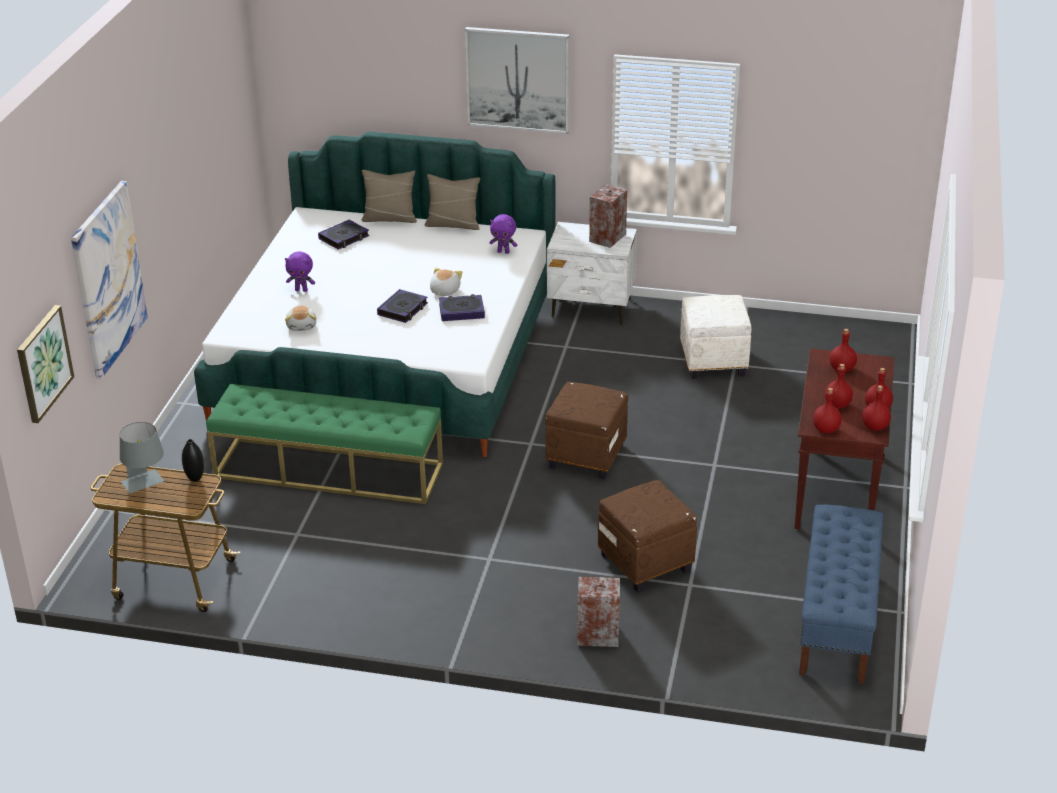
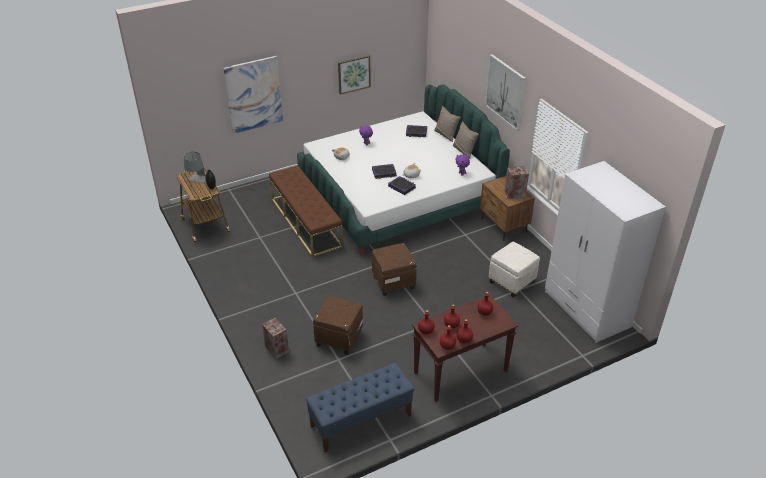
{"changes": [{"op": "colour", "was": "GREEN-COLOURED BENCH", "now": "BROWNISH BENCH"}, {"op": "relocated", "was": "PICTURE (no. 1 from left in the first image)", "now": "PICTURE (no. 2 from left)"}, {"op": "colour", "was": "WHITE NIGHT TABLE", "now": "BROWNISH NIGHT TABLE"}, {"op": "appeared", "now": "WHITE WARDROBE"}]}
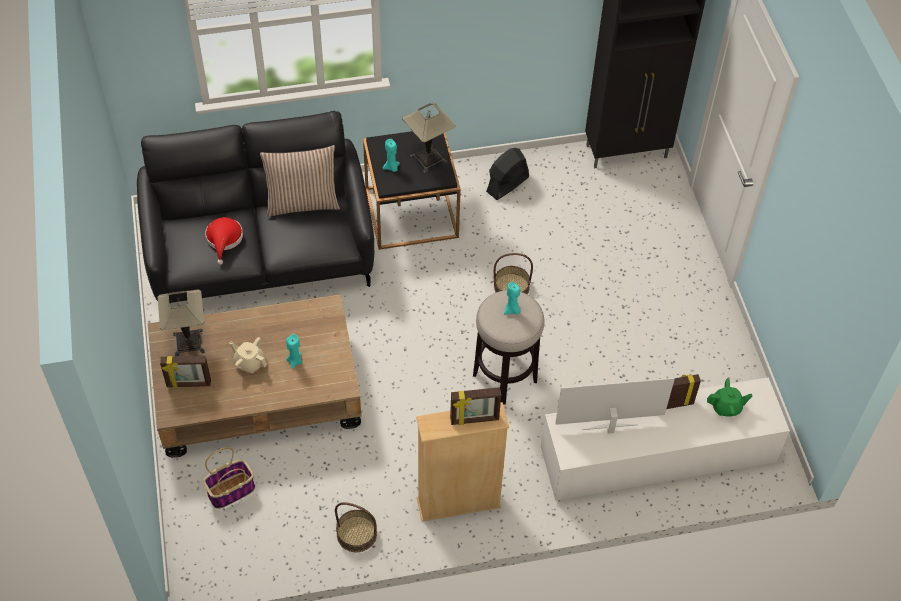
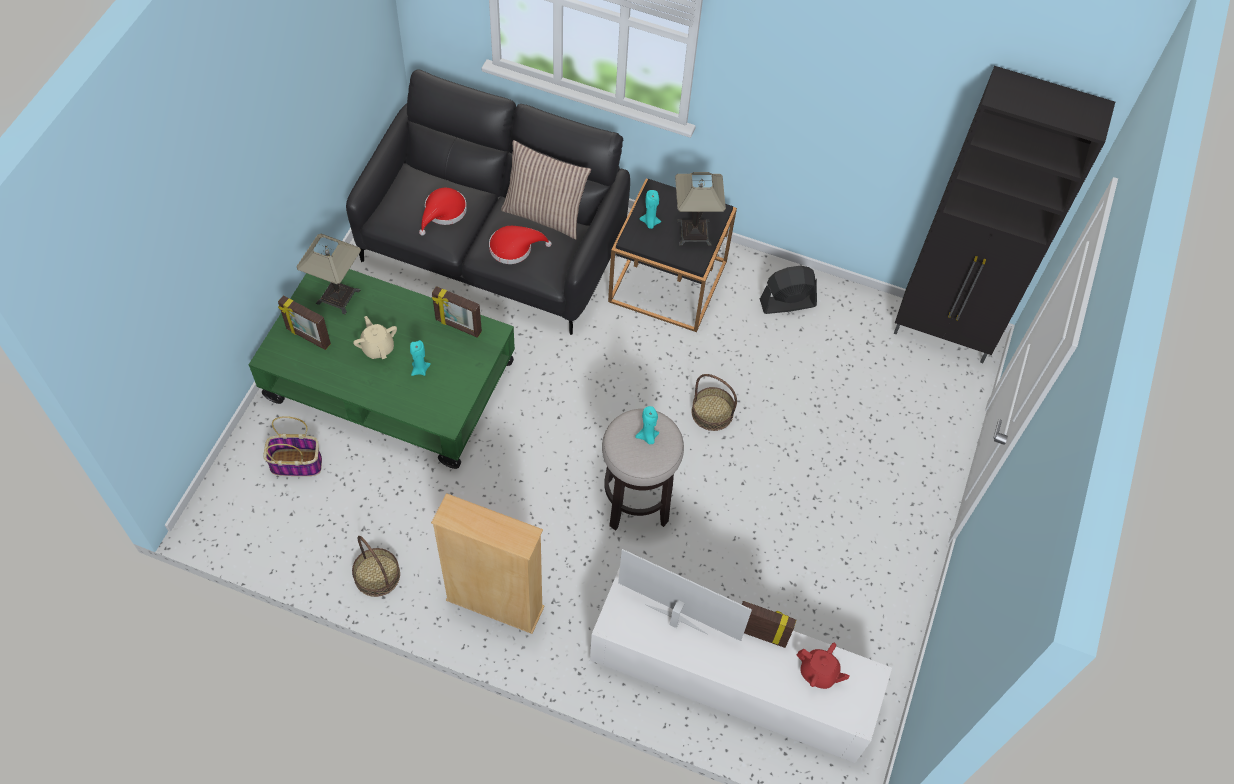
{"changes": [{"op": "colour", "was": "BROWNISH COFFEE TABLE", "now": "GREEN-COLOURED COFFEE TABLE"}, {"op": "relocated", "was": "PHOTO FRAME (no. 2 from left)"}, {"op": "appeared", "now": "RED-COLOURED HAT (no. 2 from left)"}, {"op": "colour", "was": "GREEN-COLOURED TEAPOT", "now": "RED-COLOURED TEAPOT"}]}
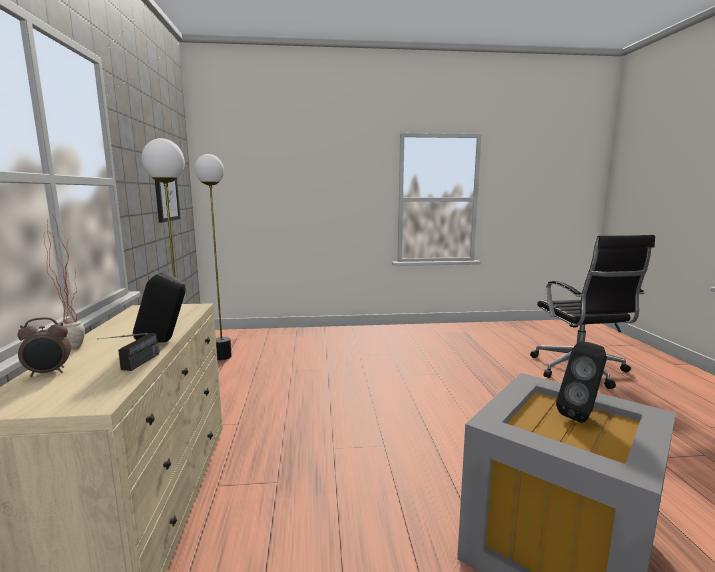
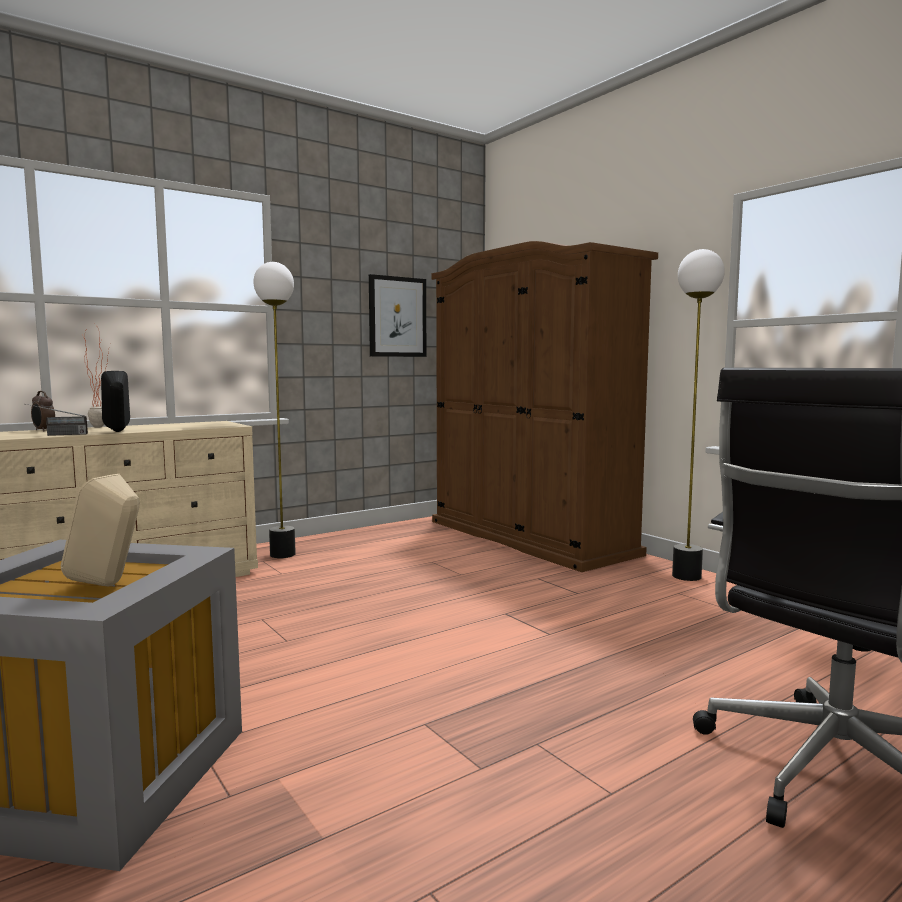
{"changes": [{"op": "colour", "was": "BLACK LOUDSPEAKER (no. 2 from left)", "now": "BEIGE LOUDSPEAKER"}, {"op": "appeared", "now": "BROWNISH WARDROBE"}, {"op": "relocated", "was": "STANDARD LAMP (no. 2 from left)"}]}
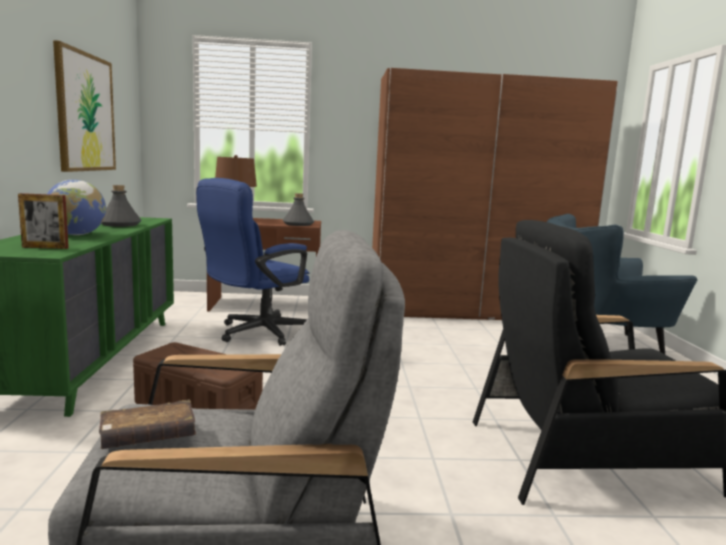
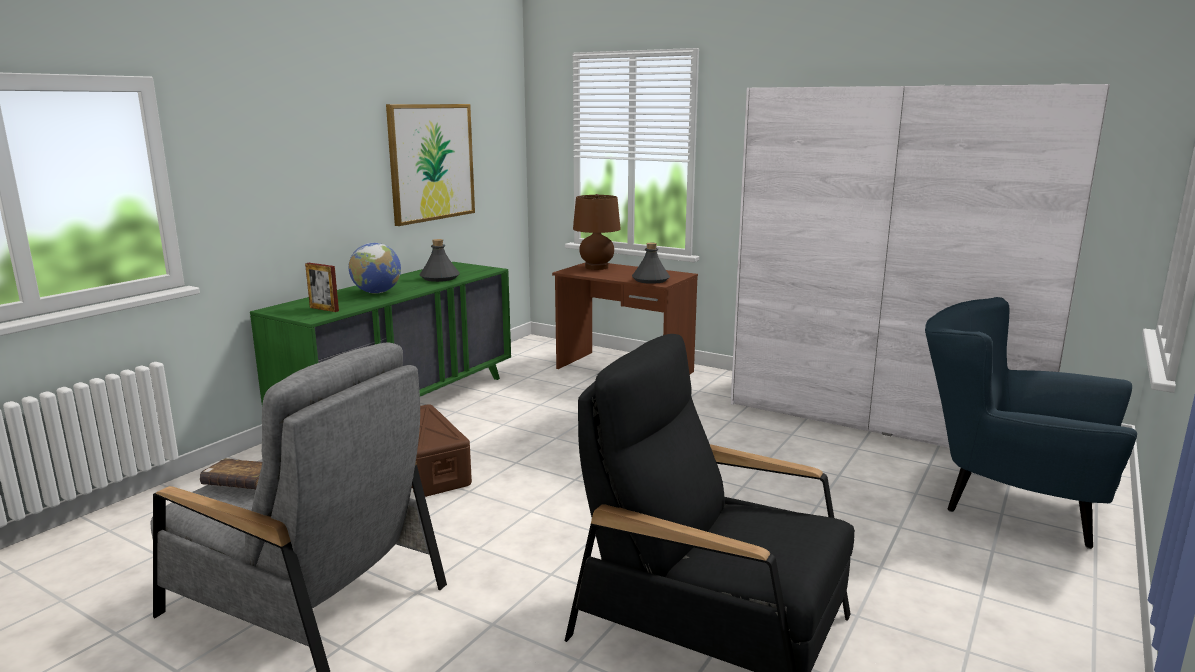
{"changes": [{"op": "colour", "was": "BROWNISH WARDROBE", "now": "WHITE WARDROBE"}, {"op": "missing", "was": "BLUE DESK CHAIR"}]}
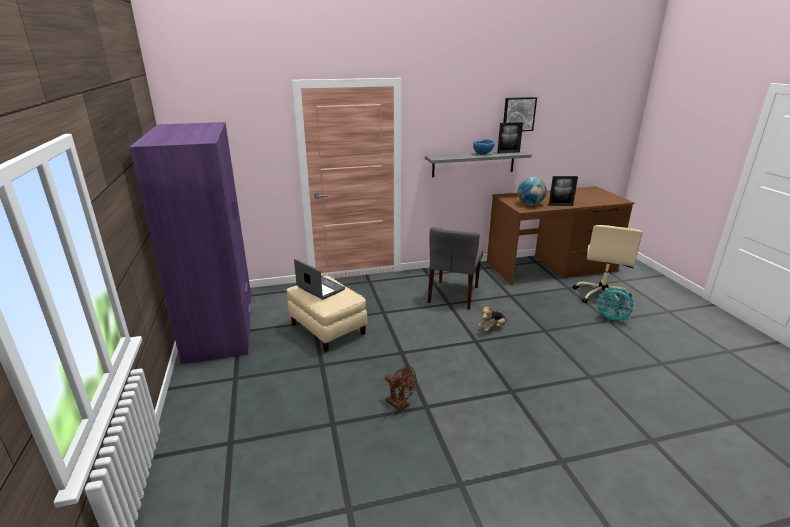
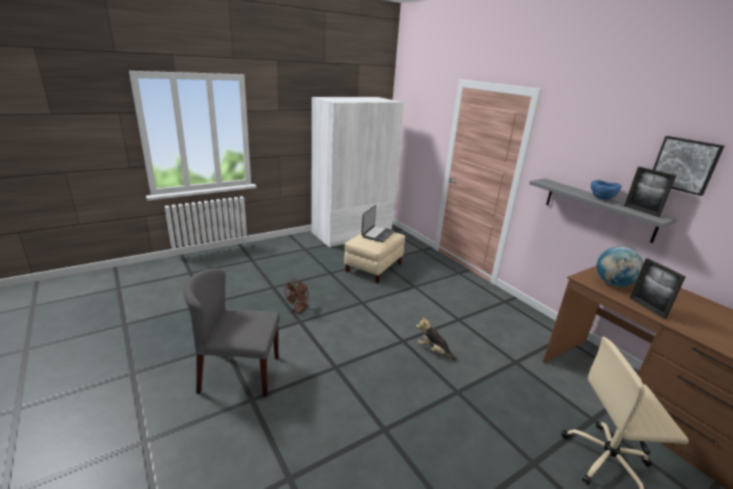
{"changes": [{"op": "relocated", "was": "GREYISH CHAIR"}, {"op": "colour", "was": "PURPLE WARDROBE", "now": "WHITE WARDROBE"}, {"op": "missing", "was": "BLUE-GREEN COOLING FAN"}]}
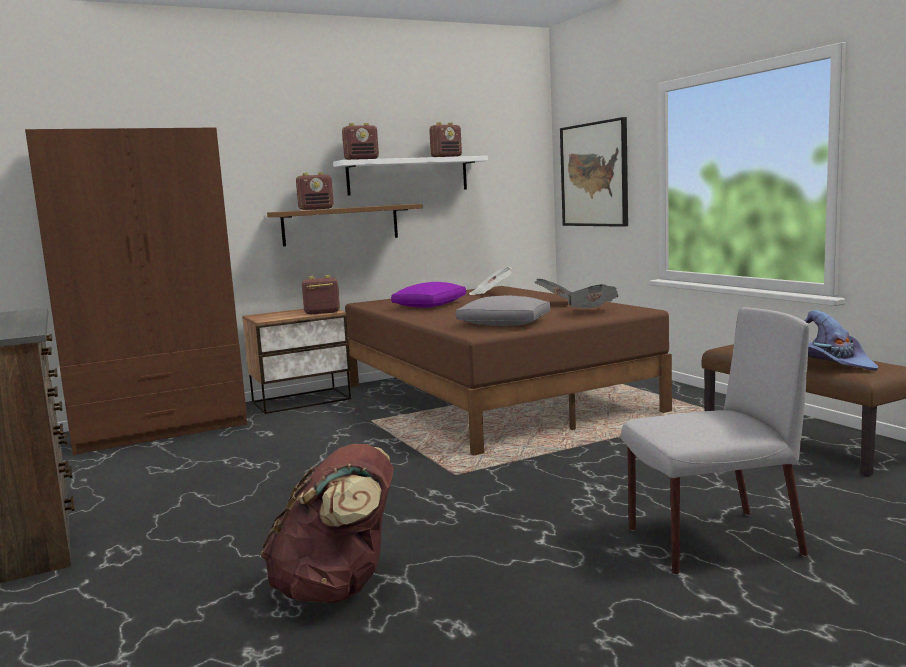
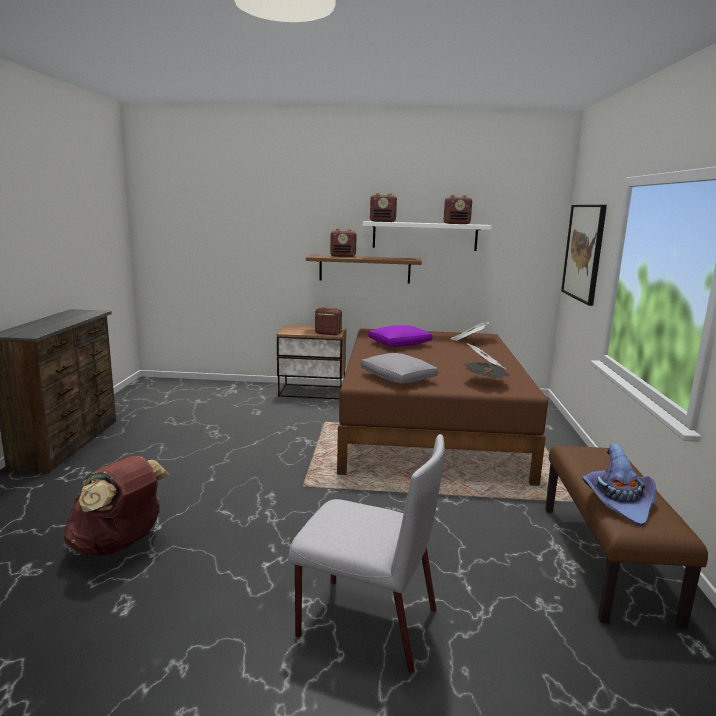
{"changes": [{"op": "missing", "was": "BROWNISH WARDROBE"}]}
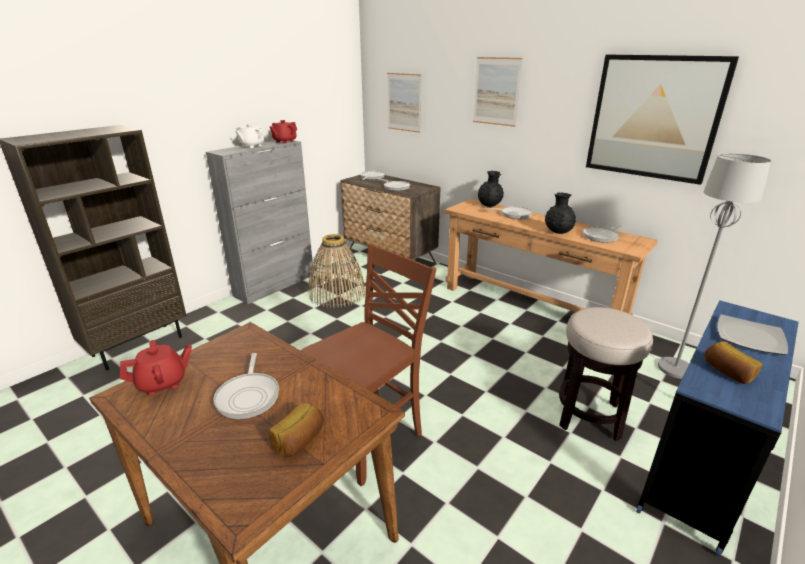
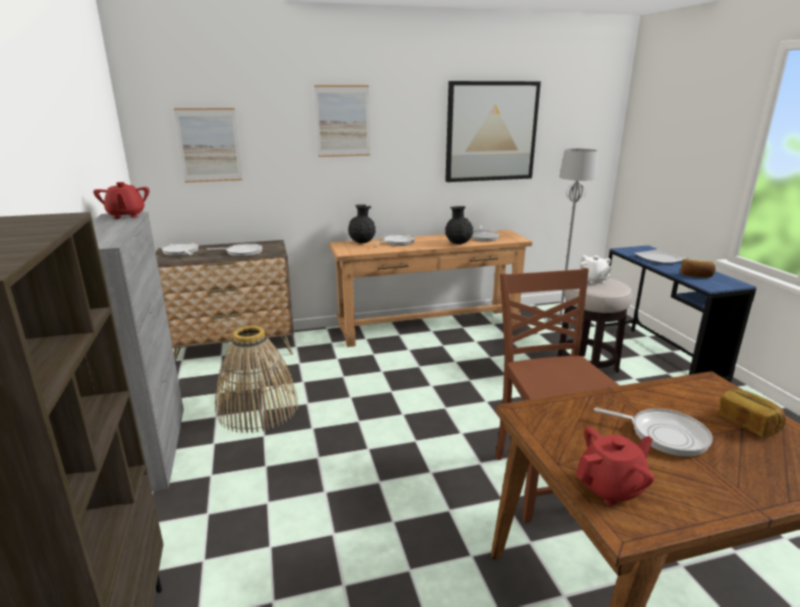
{"changes": [{"op": "spun", "was": "RED-COLOURED TEAPOT (no. 1 from left in the first image)", "clockwise": 60}, {"op": "relocated", "was": "WHITE TEAPOT"}]}
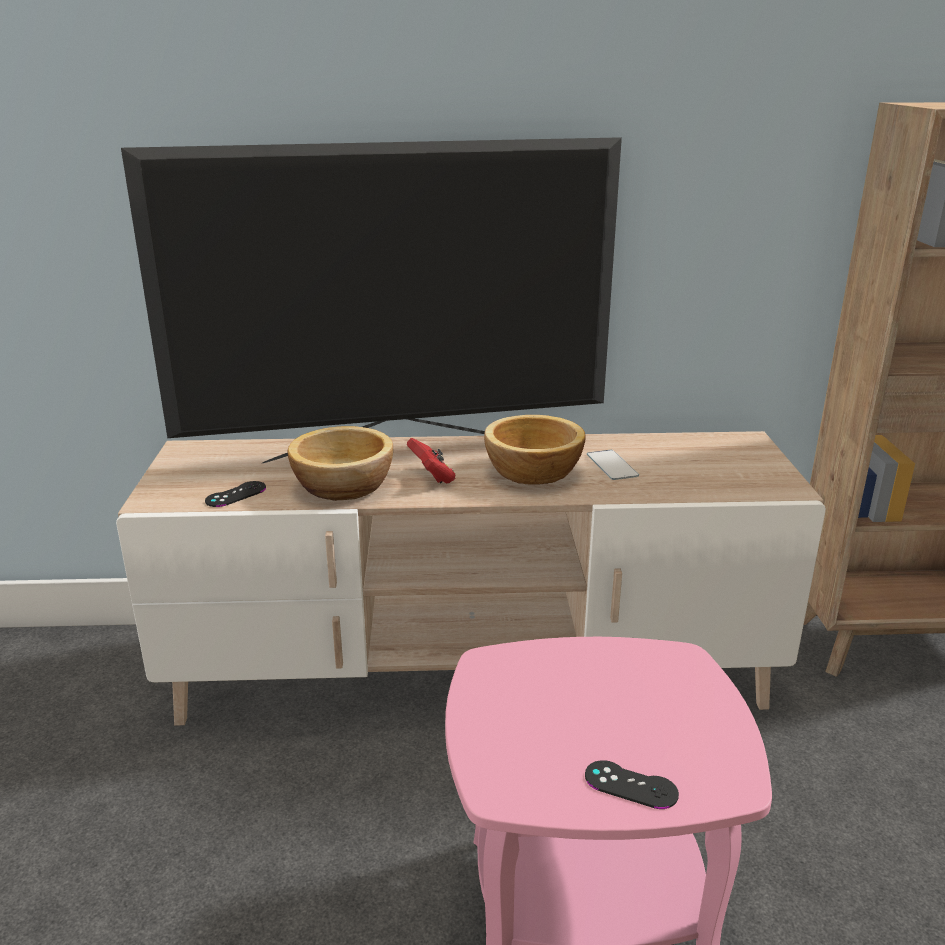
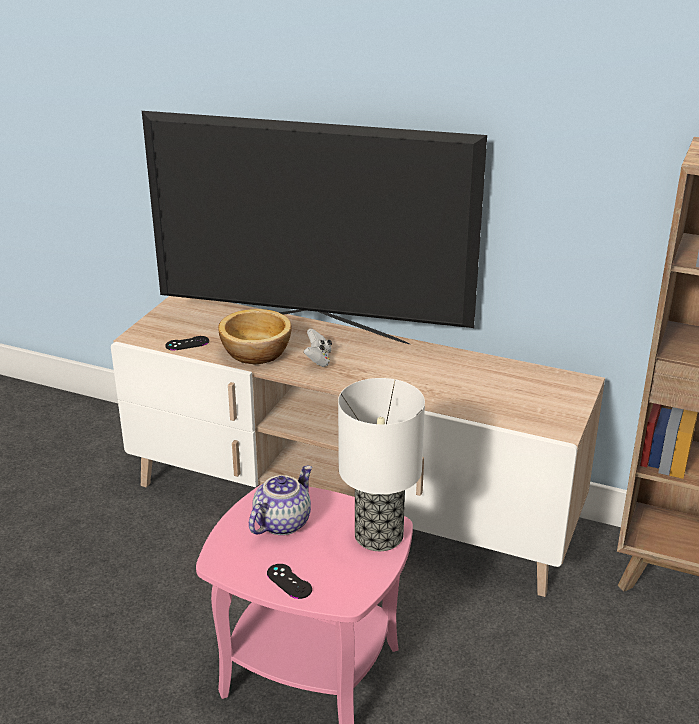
{"changes": [{"op": "appeared", "now": "TEAPOT"}, {"op": "colour", "was": "RED-COLOURED JOYPAD", "now": "WHITE JOYPAD"}, {"op": "appeared", "now": "TABLETOP LAMP"}, {"op": "missing", "was": "DEEP DISH (no. 2 from left)"}, {"op": "missing", "was": "TELEPHONE"}]}
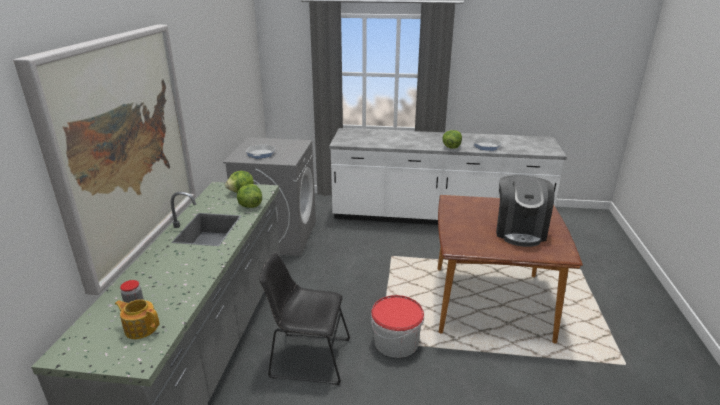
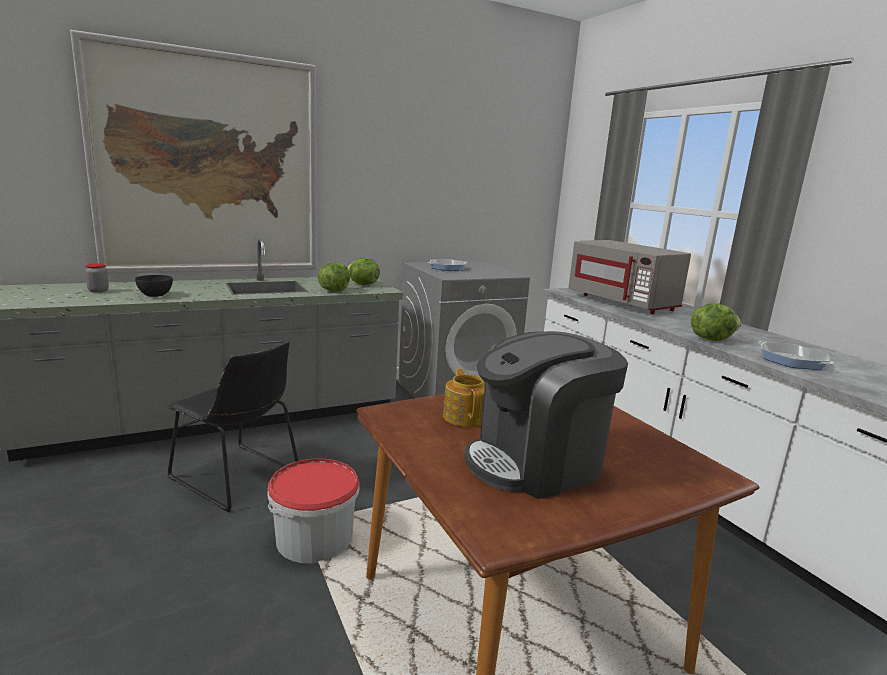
{"changes": [{"op": "appeared", "now": "BLACK DEEP DISH"}, {"op": "spun", "was": "BLACK CHAIR", "clockwise": 150}, {"op": "relocated", "was": "TEAPOT"}, {"op": "appeared", "now": "GREYISH MICROWAVE"}]}
